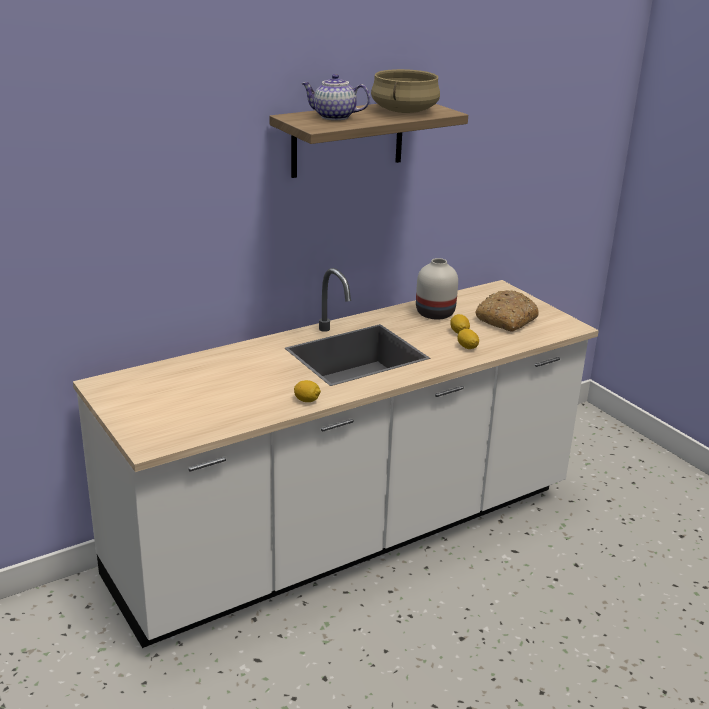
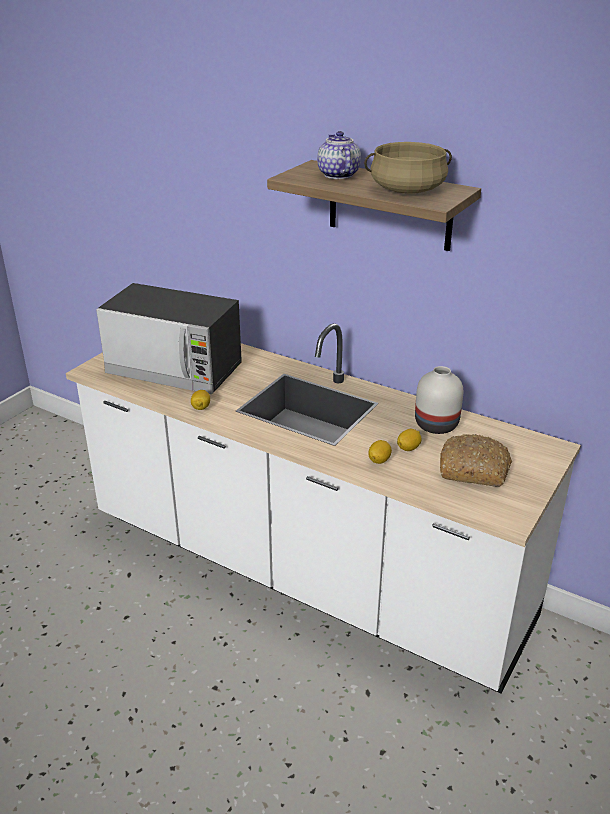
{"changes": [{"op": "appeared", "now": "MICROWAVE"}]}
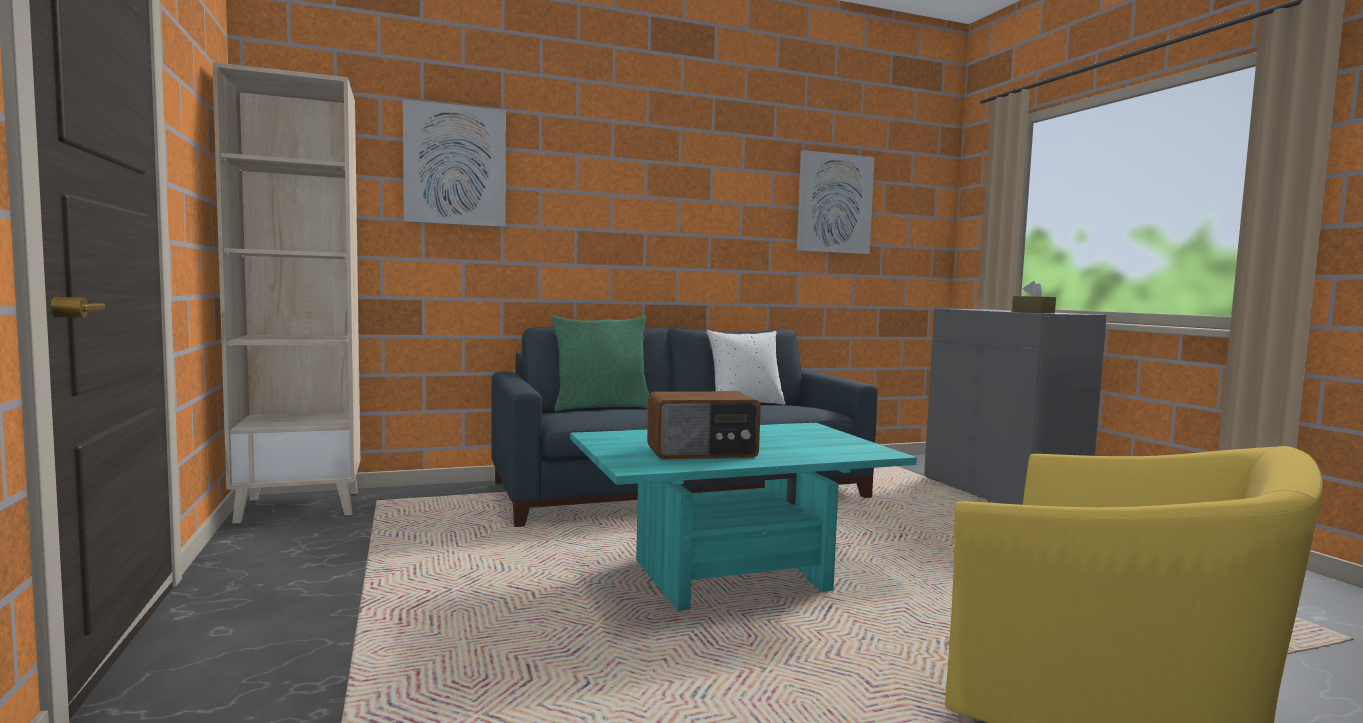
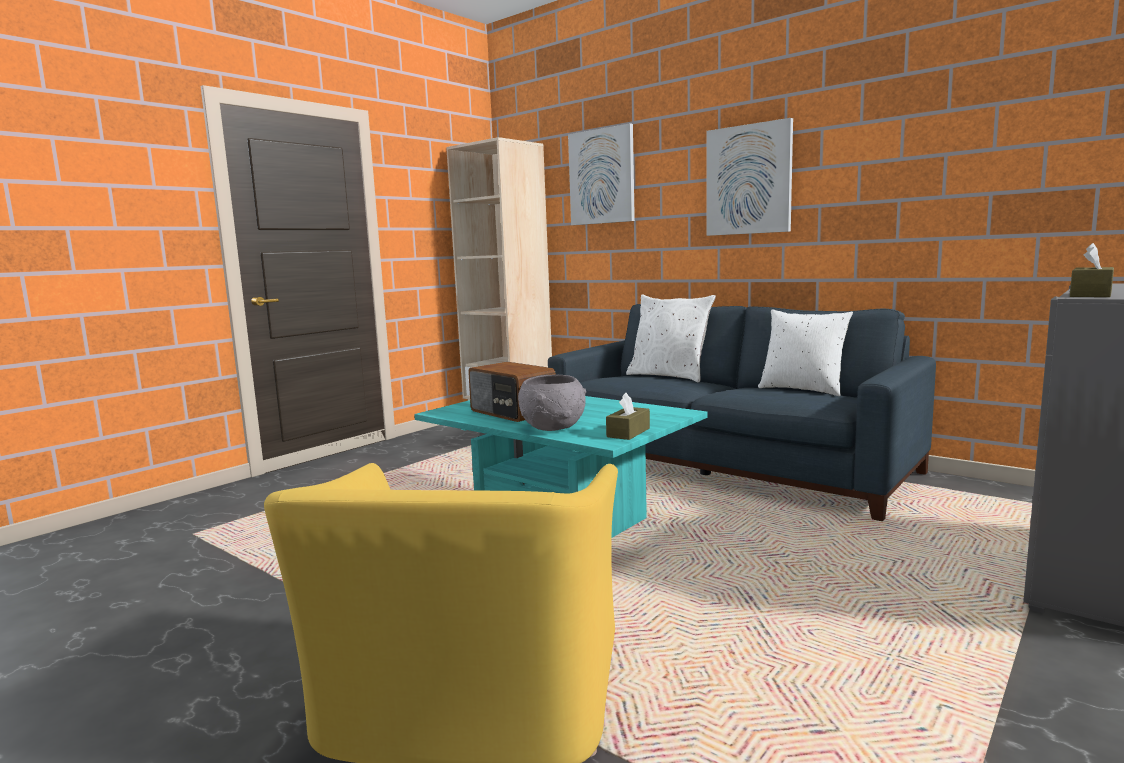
{"changes": [{"op": "appeared", "now": "GREYISH DEEP DISH"}, {"op": "appeared", "now": "BROWNISH TISSUE HOLDER (no. 1 from left)"}, {"op": "colour", "was": "GREEN-COLOURED CUSHION", "now": "WHITE CUSHION (no. 1 from left)"}, {"op": "relocated", "was": "PICTURE (no. 2 from left)"}]}
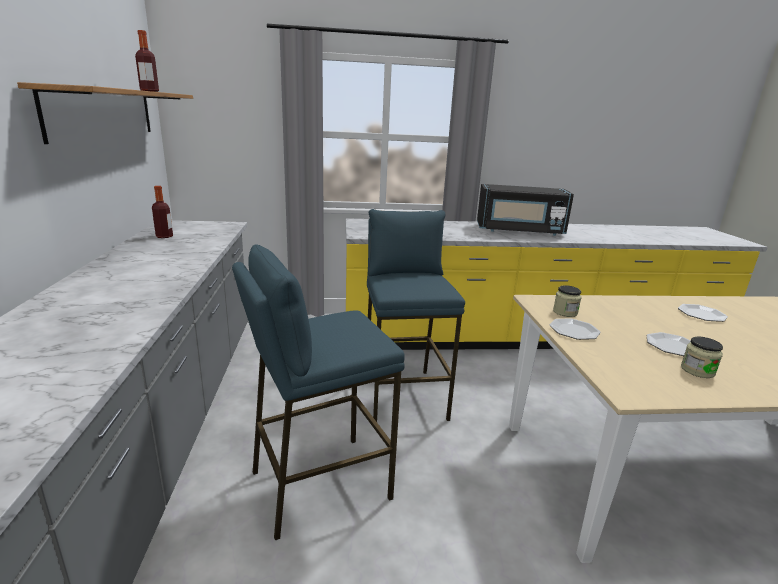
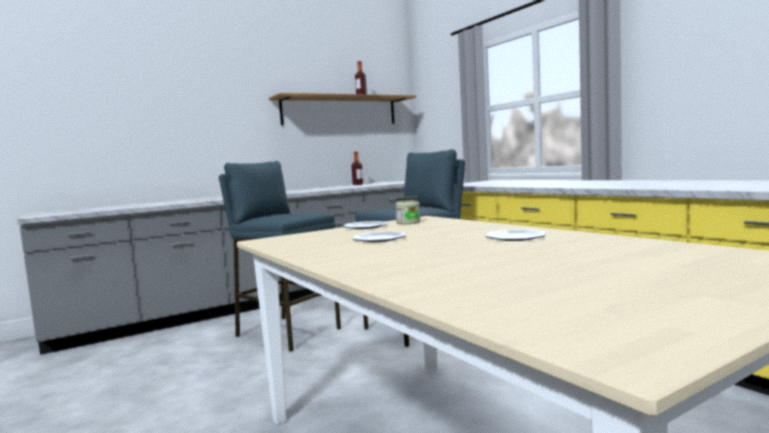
{"changes": [{"op": "missing", "was": "BLACK MICROWAVE"}, {"op": "missing", "was": "PRESERVE JAR (no. 2 from left)"}]}
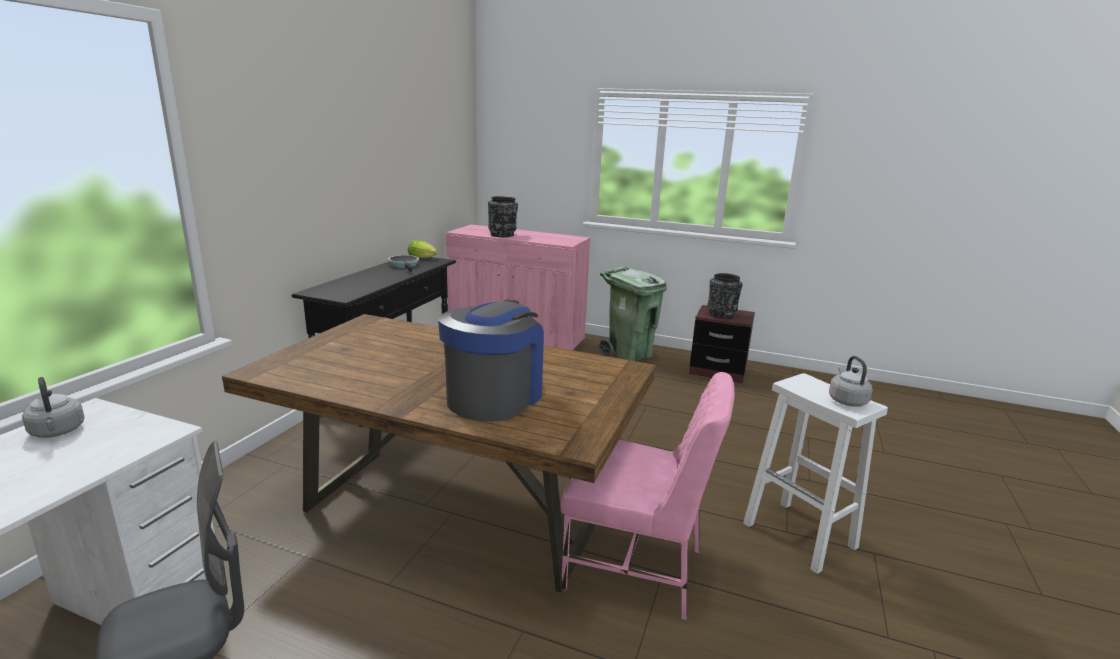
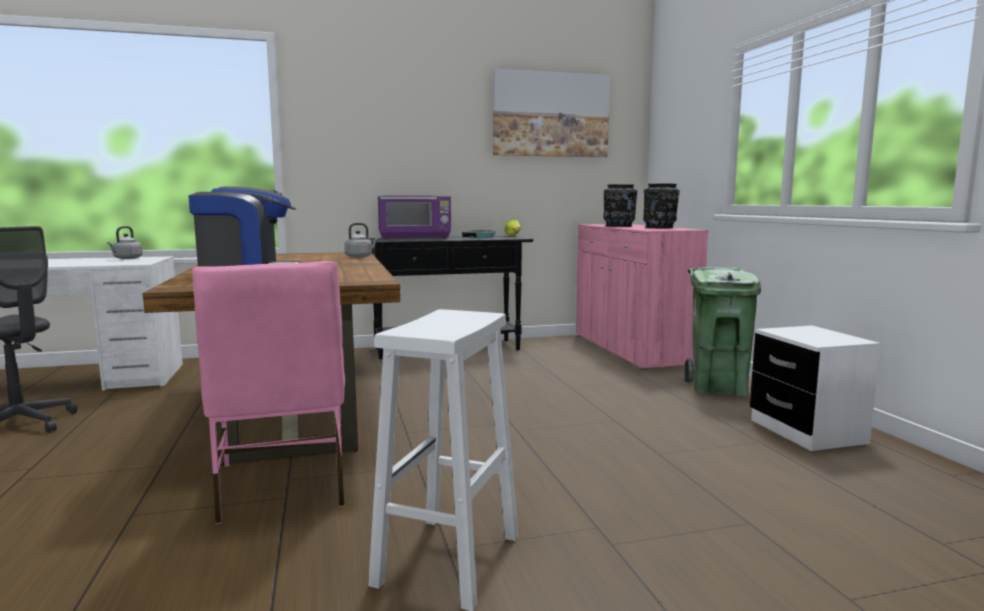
{"changes": [{"op": "relocated", "was": "GREYISH WATER KETTLE (no. 2 from left)"}, {"op": "appeared", "now": "PURPLE MICROWAVE"}, {"op": "appeared", "now": "PICTURE"}, {"op": "relocated", "was": "BLACK VASE (no. 2 from left)"}, {"op": "colour", "was": "BROWNISH NIGHT TABLE", "now": "WHITE NIGHT TABLE"}]}
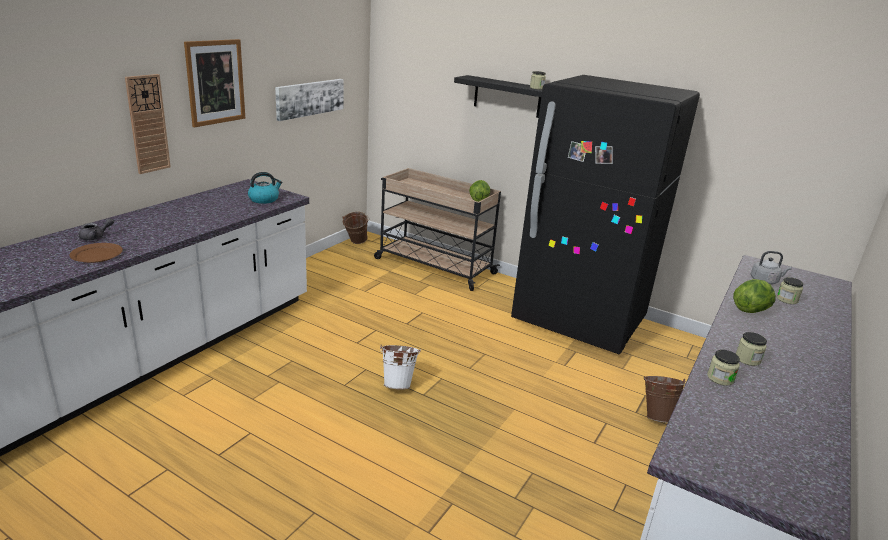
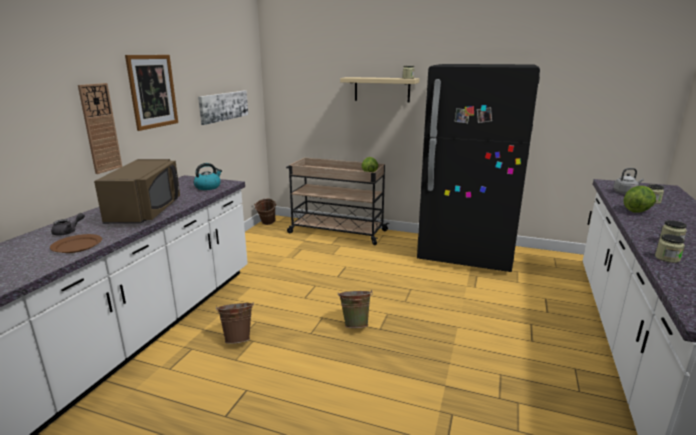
{"changes": [{"op": "appeared", "now": "BROWNISH MICROWAVE"}, {"op": "relocated", "was": "BROWNISH PAIL (no. 2 from left in the first image)", "now": "BROWNISH PAIL (no. 1 from left)"}, {"op": "colour", "was": "WHITE PAIL", "now": "GREEN-COLOURED PAIL"}, {"op": "colour", "was": "BLACK BRACKET SHELF", "now": "BEIGE BRACKET SHELF"}]}
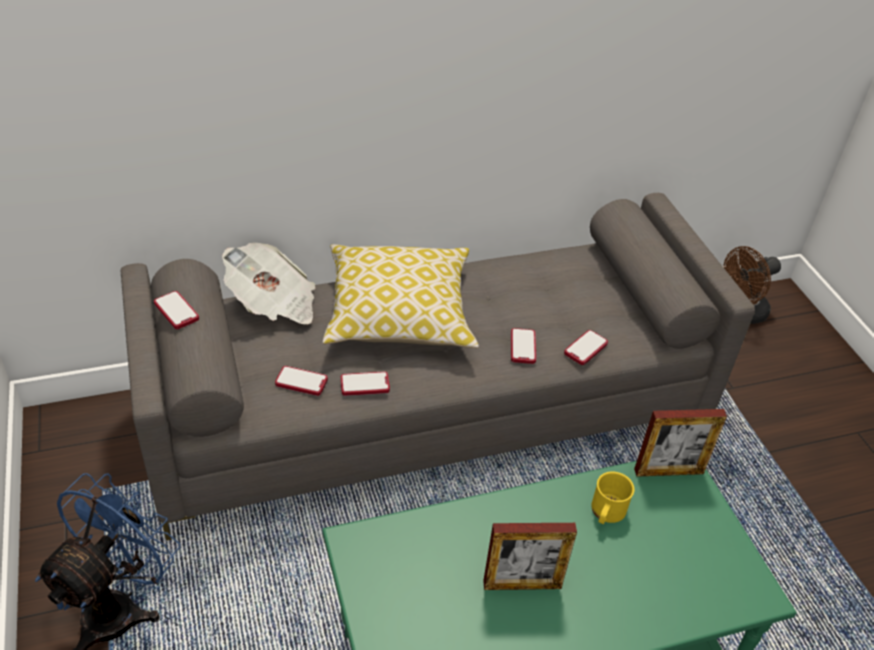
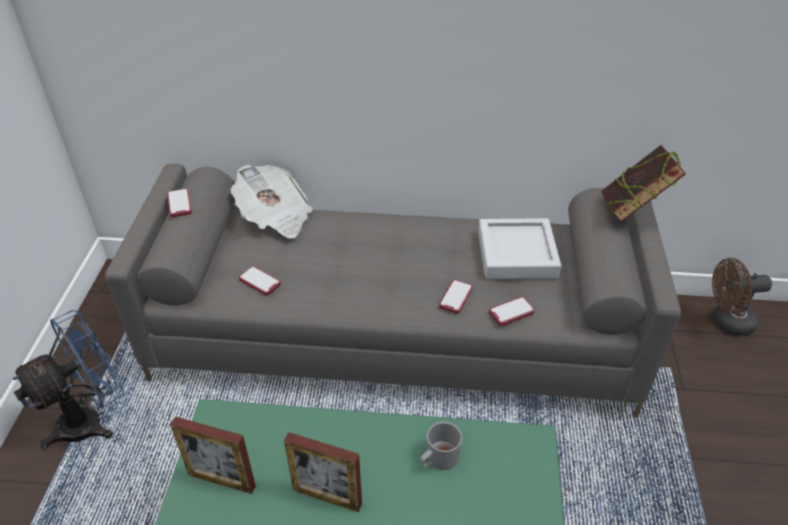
{"changes": [{"op": "relocated", "was": "PHOTO FRAME (no. 2 from left in the first image)", "now": "PHOTO FRAME (no. 1 from left)"}, {"op": "colour", "was": "YELLOW COFFEE MUG", "now": "GREYISH COFFEE MUG"}, {"op": "appeared", "now": "GREYISH SERVING TRAY"}, {"op": "appeared", "now": "BOOK"}, {"op": "missing", "was": "CUSHION"}, {"op": "missing", "was": "TELEPHONE (no. 3 from left)"}]}
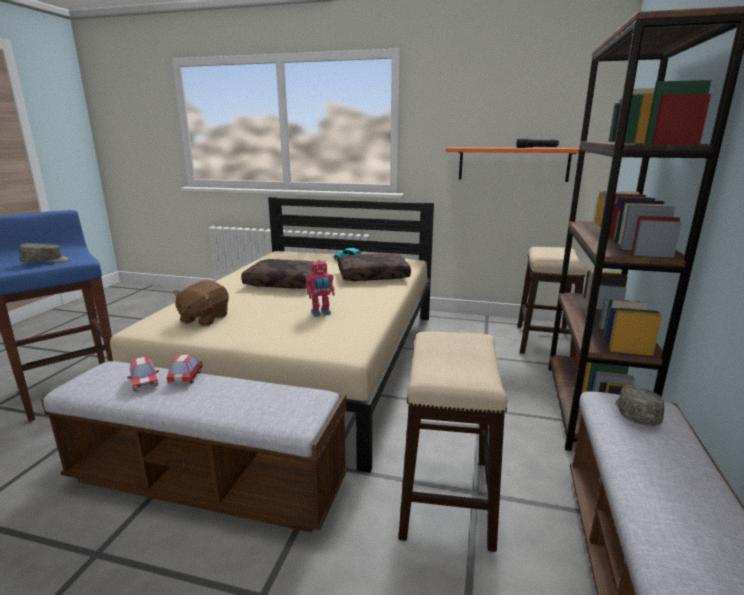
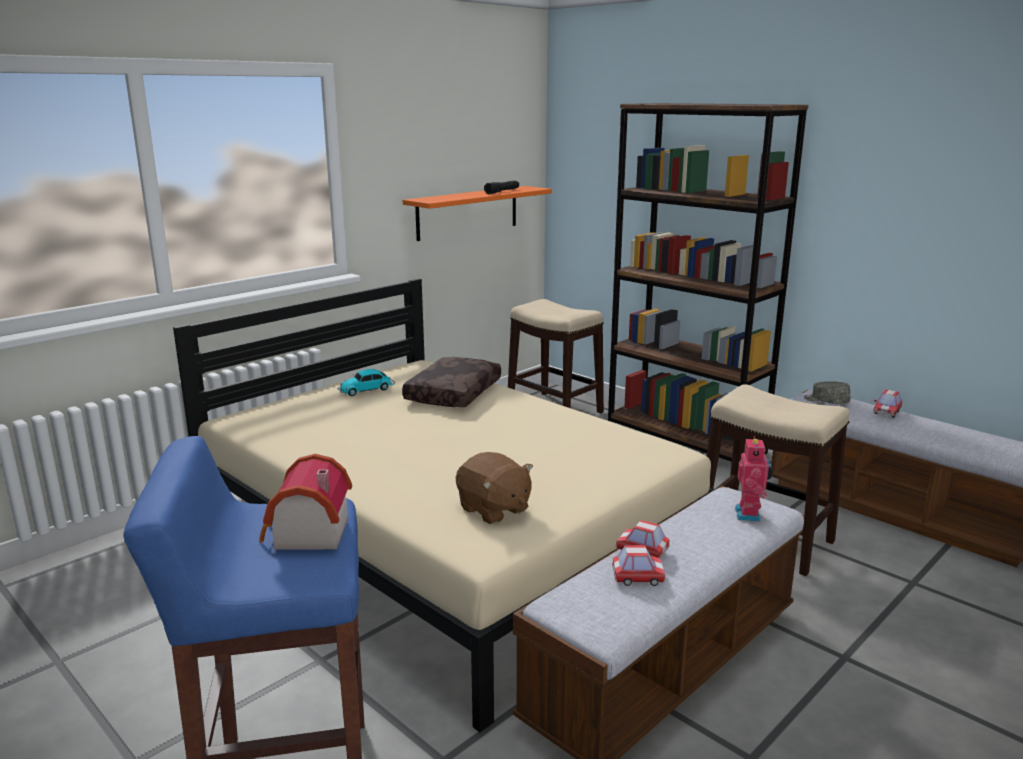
{"changes": [{"op": "exchanged", "was": "GREYISH BASEBALL CAP (no. 1 from left)", "now": "TOY HOUSE"}, {"op": "relocated", "was": "MODEL ROBOT"}, {"op": "appeared", "now": "MODEL CAR (no. 4 from left)"}, {"op": "missing", "was": "BROWNISH CUSHION (no. 1 from left)"}]}
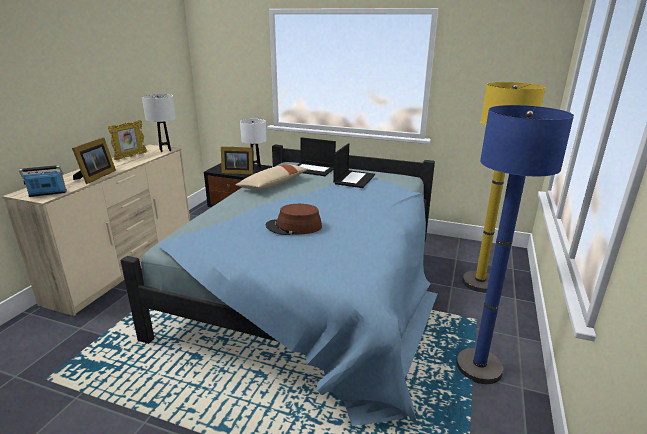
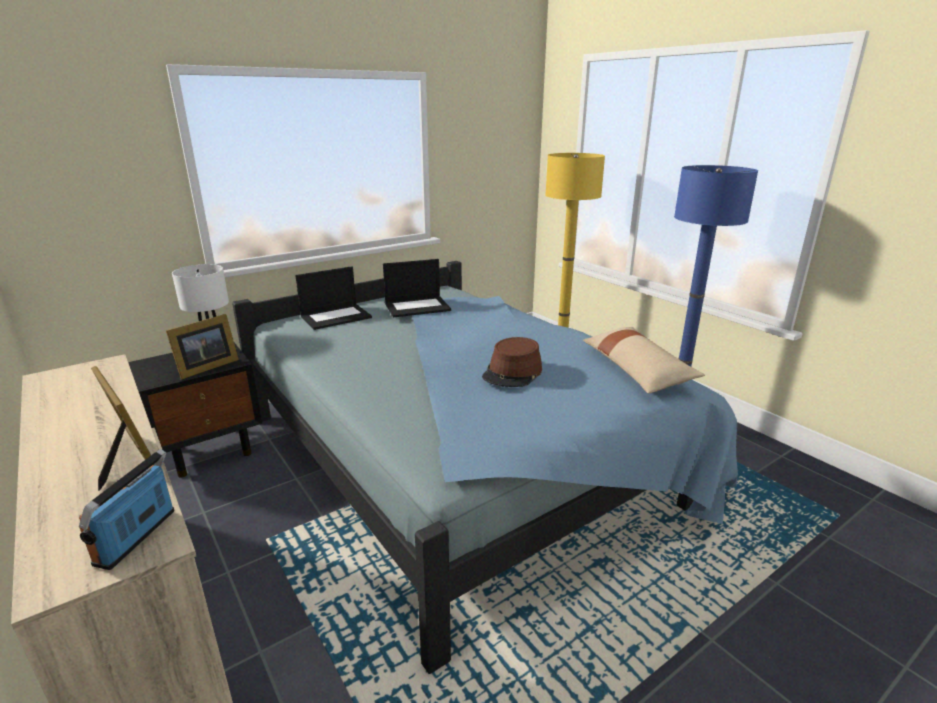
{"changes": [{"op": "spun", "was": "NOTEBOOK COMPUTER (no. 2 from left)", "clockwise": 105}, {"op": "relocated", "was": "BEIGE CUSHION"}, {"op": "missing", "was": "PHOTO FRAME (no. 2 from left)"}, {"op": "missing", "was": "WHITE TABLETOP LAMP (no. 1 from left)"}]}
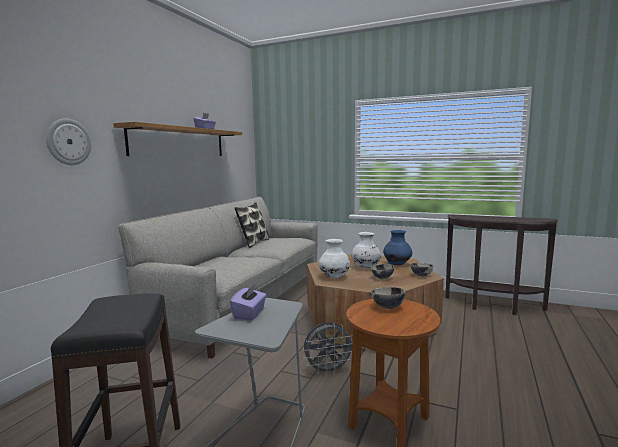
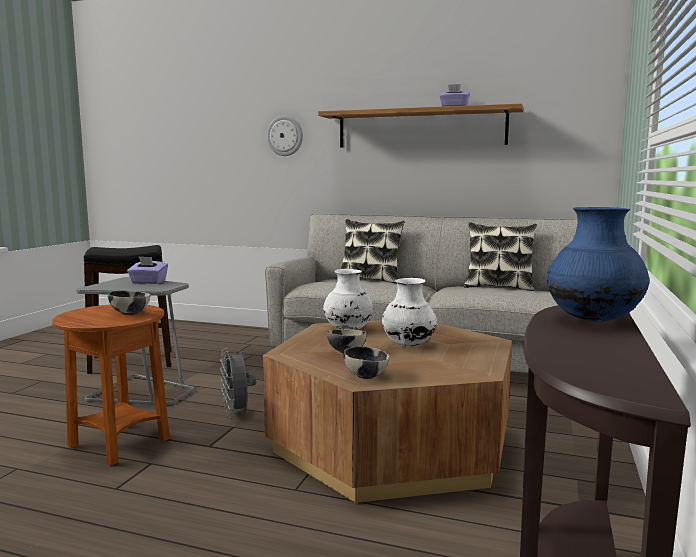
{"changes": [{"op": "appeared", "now": "CUSHION (no. 1 from left)"}, {"op": "relocated", "was": "BLUE VASE"}]}
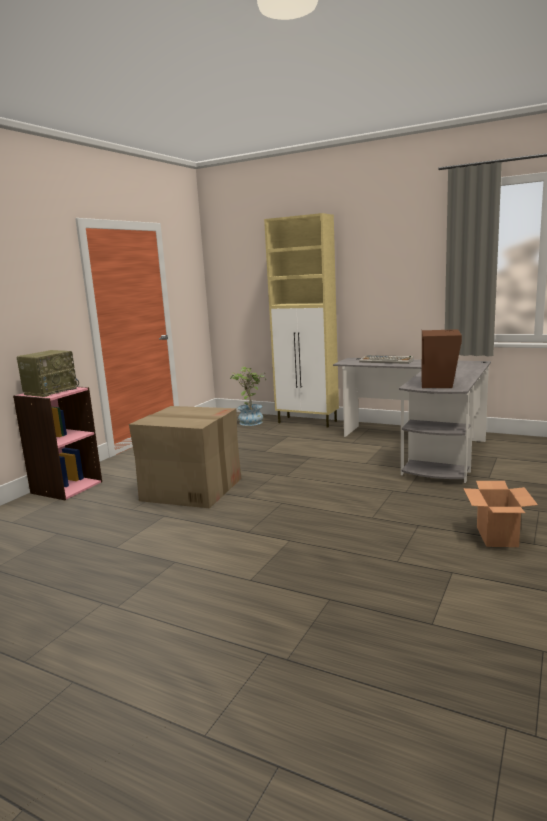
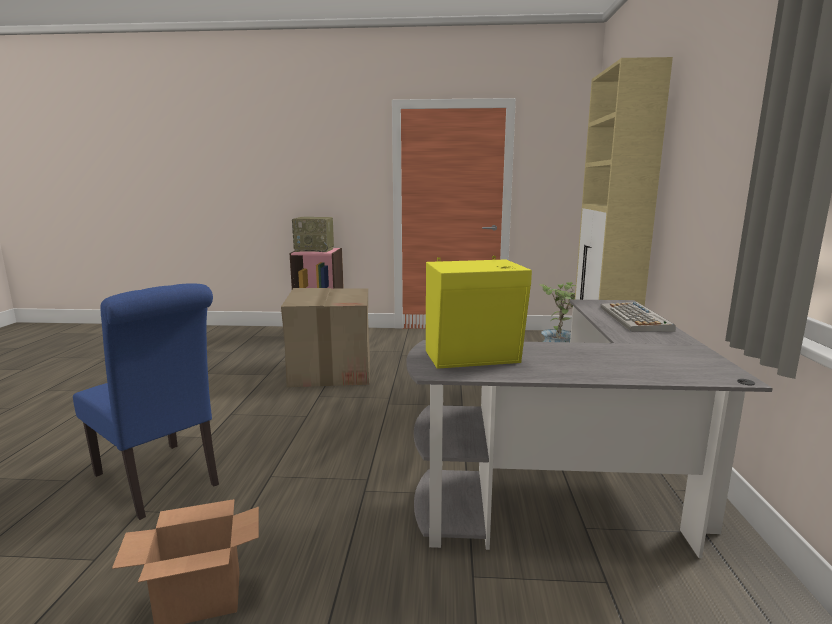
{"changes": [{"op": "appeared", "now": "BLUE CHAIR"}, {"op": "colour", "was": "BROWNISH LOUDSPEAKER", "now": "YELLOW LOUDSPEAKER"}]}
